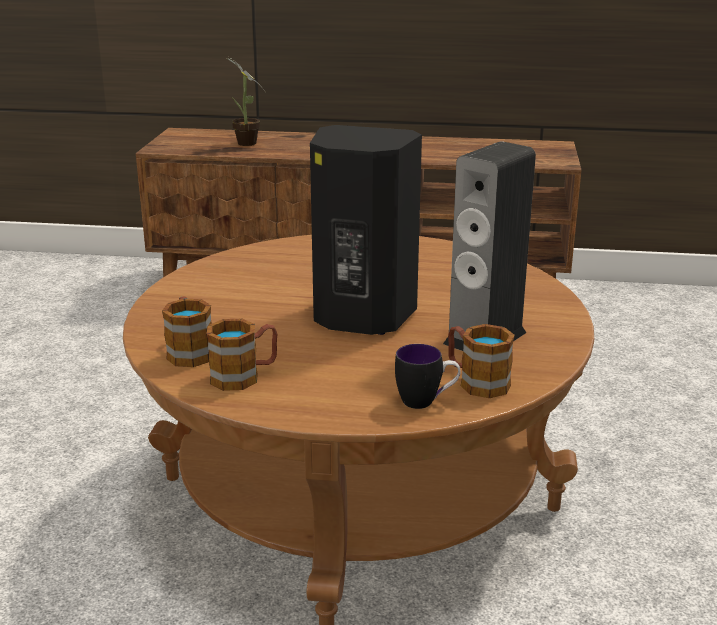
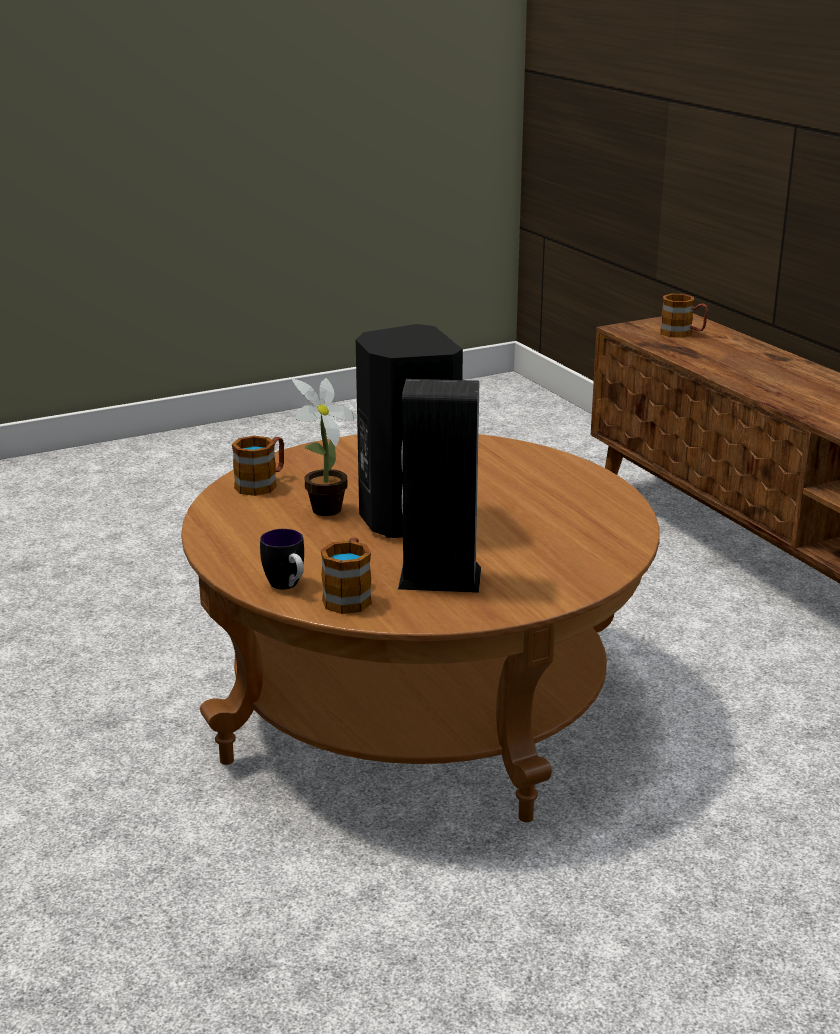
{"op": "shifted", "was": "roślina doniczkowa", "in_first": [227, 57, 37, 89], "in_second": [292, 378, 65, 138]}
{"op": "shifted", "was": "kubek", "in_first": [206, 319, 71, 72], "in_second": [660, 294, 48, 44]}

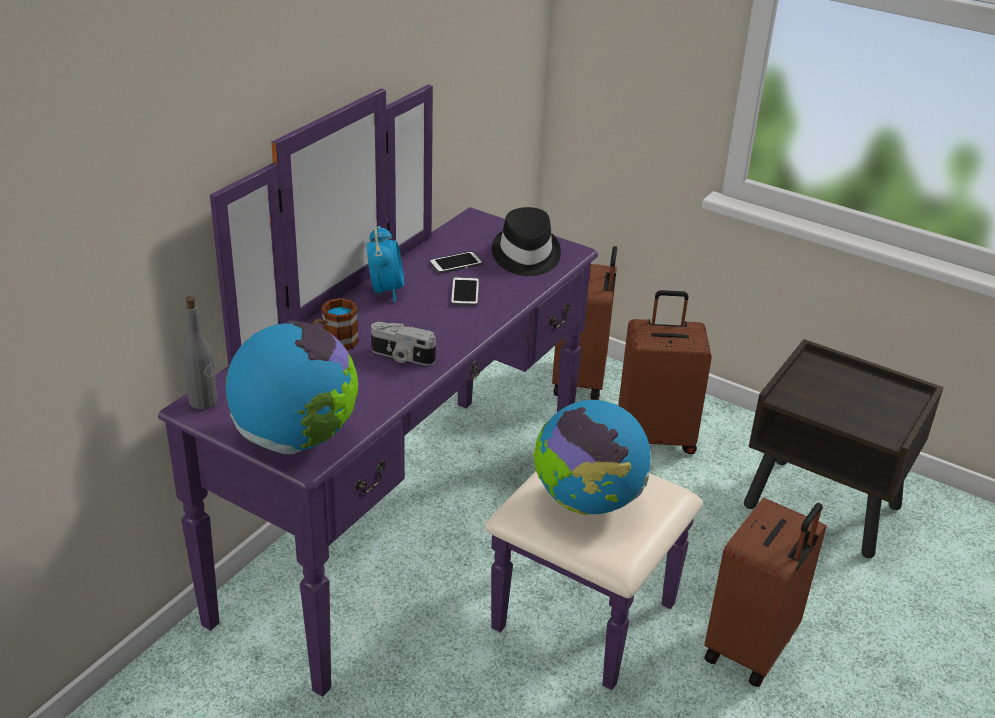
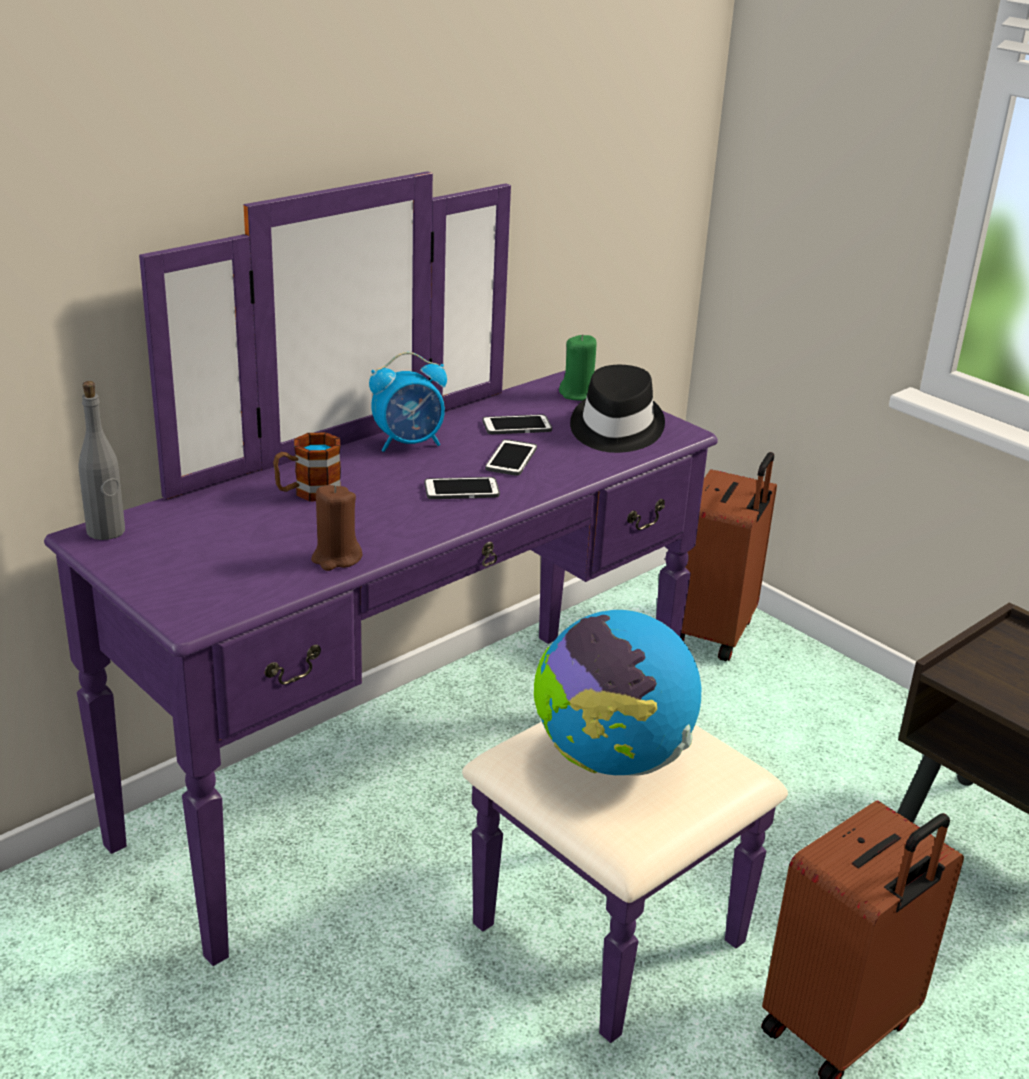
{"op": "rotated", "was": "budzik", "in_first": [367, 225, 37, 77], "in_second": [369, 352, 78, 100], "clockwise": 60}
{"op": "gone", "was": "walizka (brązowy)", "in_first": [618, 290, 94, 164]}
{"op": "gone", "was": "globus", "in_first": [226, 321, 132, 133]}
{"op": "gone", "was": "aparat fotograficzny", "in_first": [371, 322, 65, 44]}
{"op": "new", "now": "świeca (zielony)", "in_second": [559, 334, 38, 67]}
{"op": "new", "now": "telefon", "in_second": [424, 477, 76, 22]}
{"op": "new", "now": "świeca (brązowy)", "in_second": [311, 485, 51, 86]}

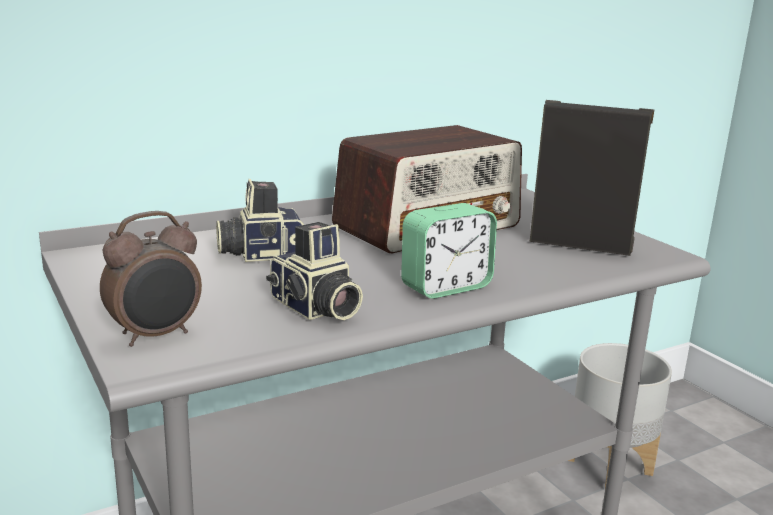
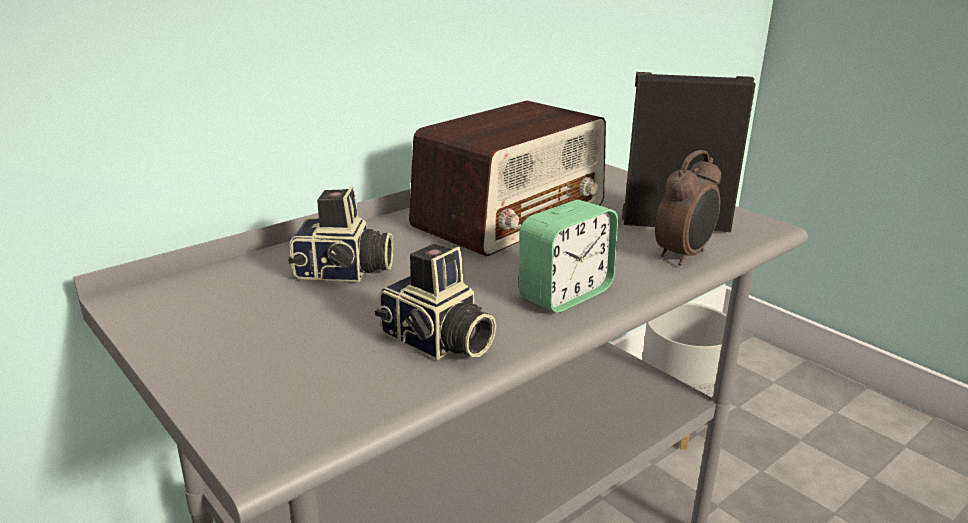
{"op": "rotated", "was": "aparat fotograficzny", "in_first": [216, 179, 88, 83], "in_second": [288, 186, 106, 96], "clockwise": -150}
{"op": "shifted", "was": "budzik", "in_first": [100, 211, 102, 136], "in_second": [655, 150, 66, 116]}

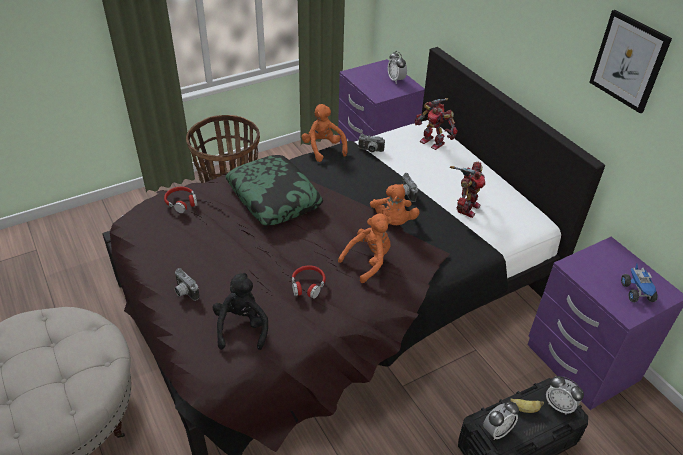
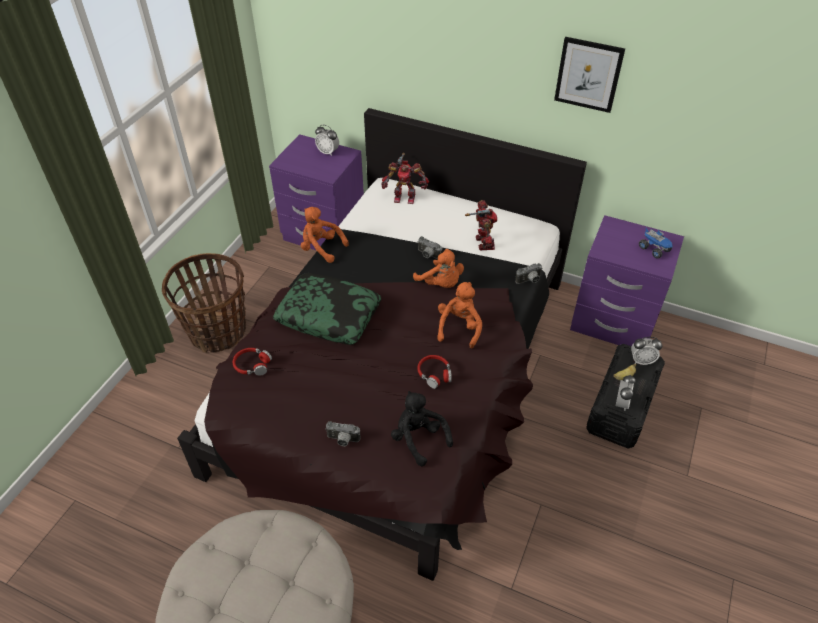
{"op": "shifted", "was": "aparat fotograficzny", "in_first": [358, 134, 27, 18], "in_second": [515, 263, 27, 21]}

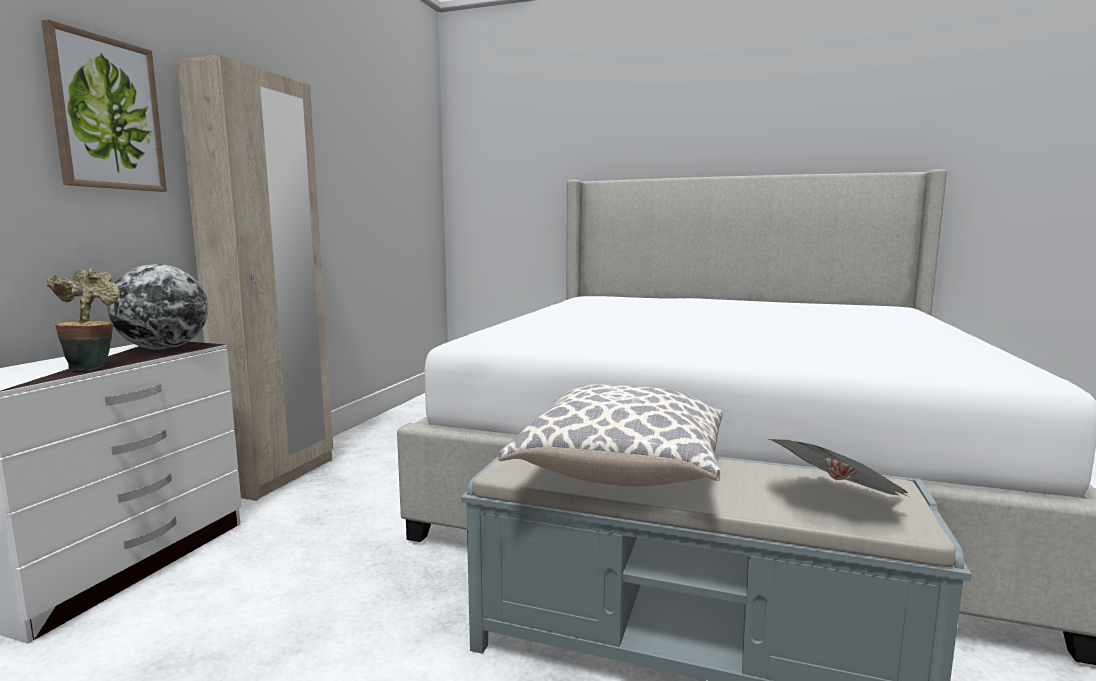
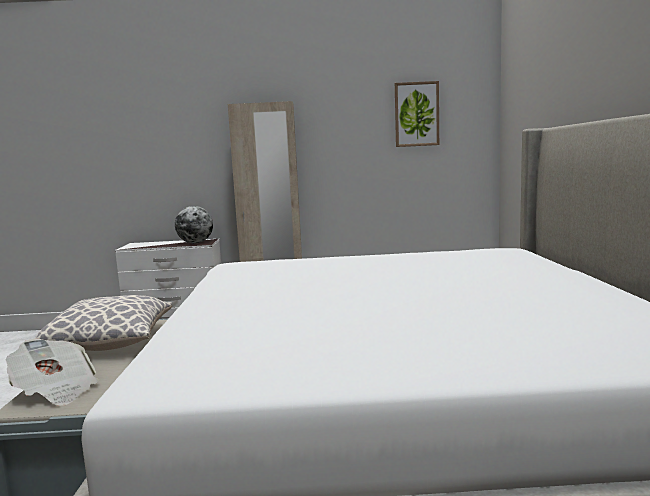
{"op": "shifted", "was": "obraz", "in_first": [41, 19, 126, 173], "in_second": [395, 81, 44, 66]}
{"op": "gone", "was": "roślina doniczkowa", "in_first": [47, 268, 73, 103]}

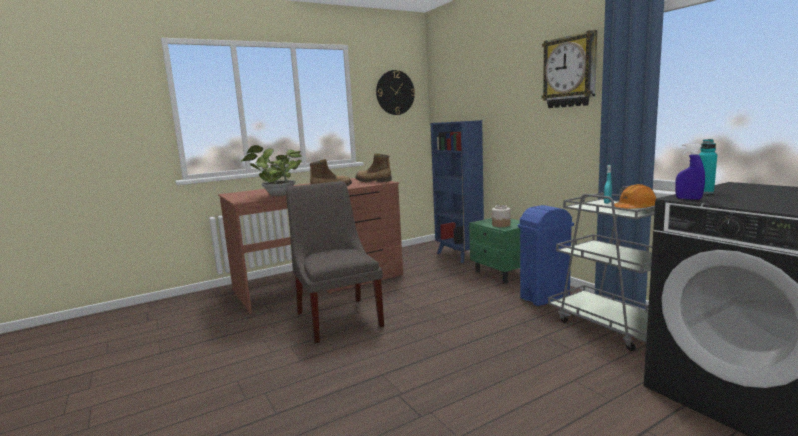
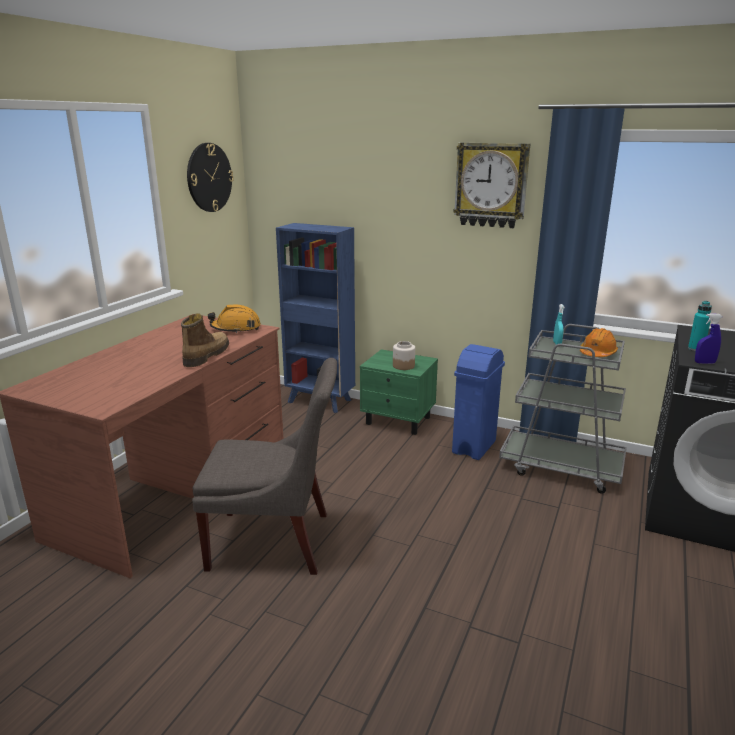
{"op": "gone", "was": "roślina doniczkowa", "in_first": [241, 145, 61, 51]}
{"op": "swapped", "was": "but z cholewką", "now": "kask (pomarańczowy)", "in_first": [355, 154, 37, 28], "in_second": [208, 305, 53, 28]}
{"op": "rotated", "was": "krzesło (szary)", "in_first": [286, 181, 98, 162], "in_second": [192, 358, 145, 217], "clockwise": 150}

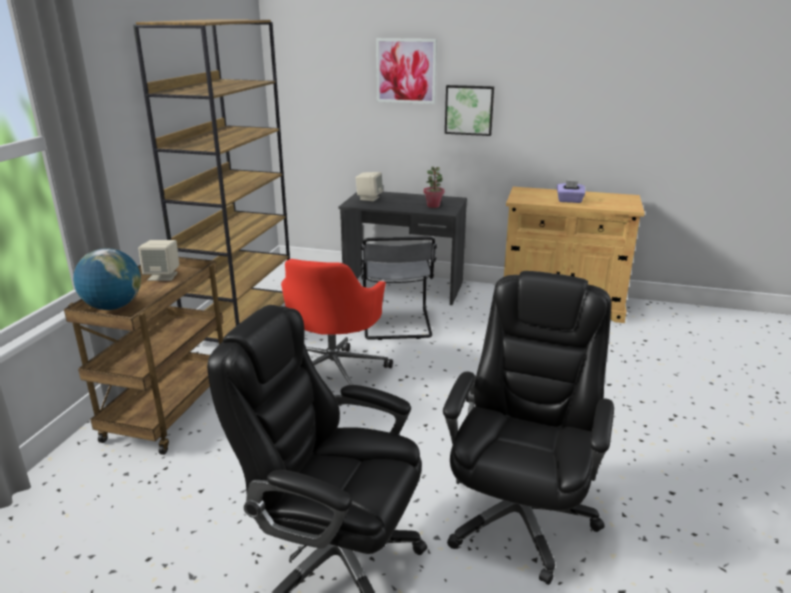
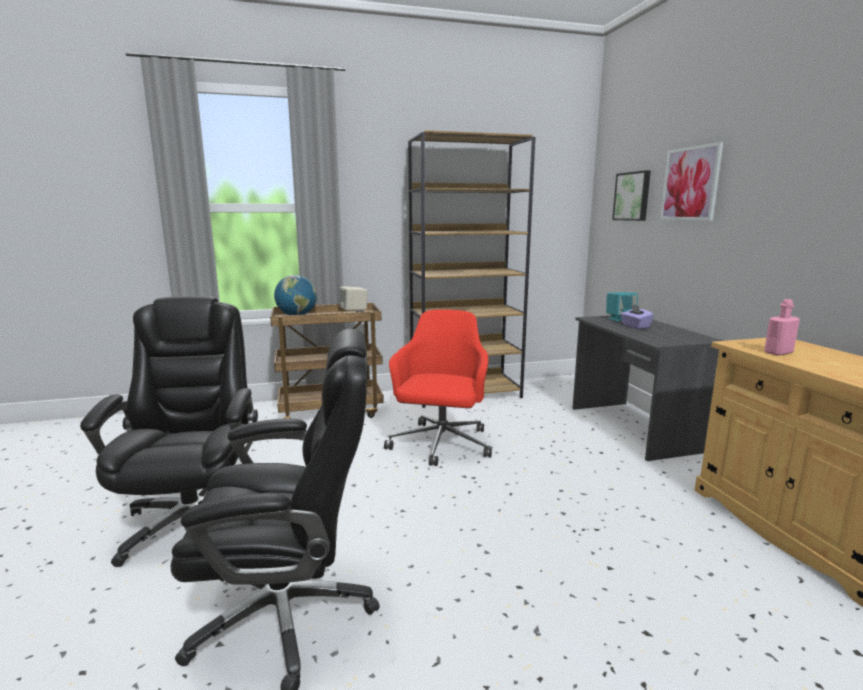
{"op": "shifted", "was": "obraz", "in_first": [445, 85, 49, 51], "in_second": [612, 170, 39, 51]}
{"op": "gone", "was": "roślina doniczkowa", "in_first": [423, 167, 22, 41]}
{"op": "repainted", "was": "głośnik (beżowy)", "now": "głośnik (turkusowy)", "in_first": [356, 172, 27, 29], "in_second": [606, 292, 32, 29]}
{"op": "shifted", "was": "pudełko chusteczek (fioletowy)", "in_first": [557, 181, 28, 22], "in_second": [620, 304, 34, 25]}
{"op": "gone", "was": "krzesło (szary)", "in_first": [361, 236, 76, 104]}
{"op": "rotated", "was": "krzesło biurowe (czerwony)", "in_first": [281, 259, 112, 126], "in_second": [384, 310, 108, 156], "clockwise": 120}
{"op": "new", "now": "butelka (różowy)", "in_second": [764, 299, 36, 57]}

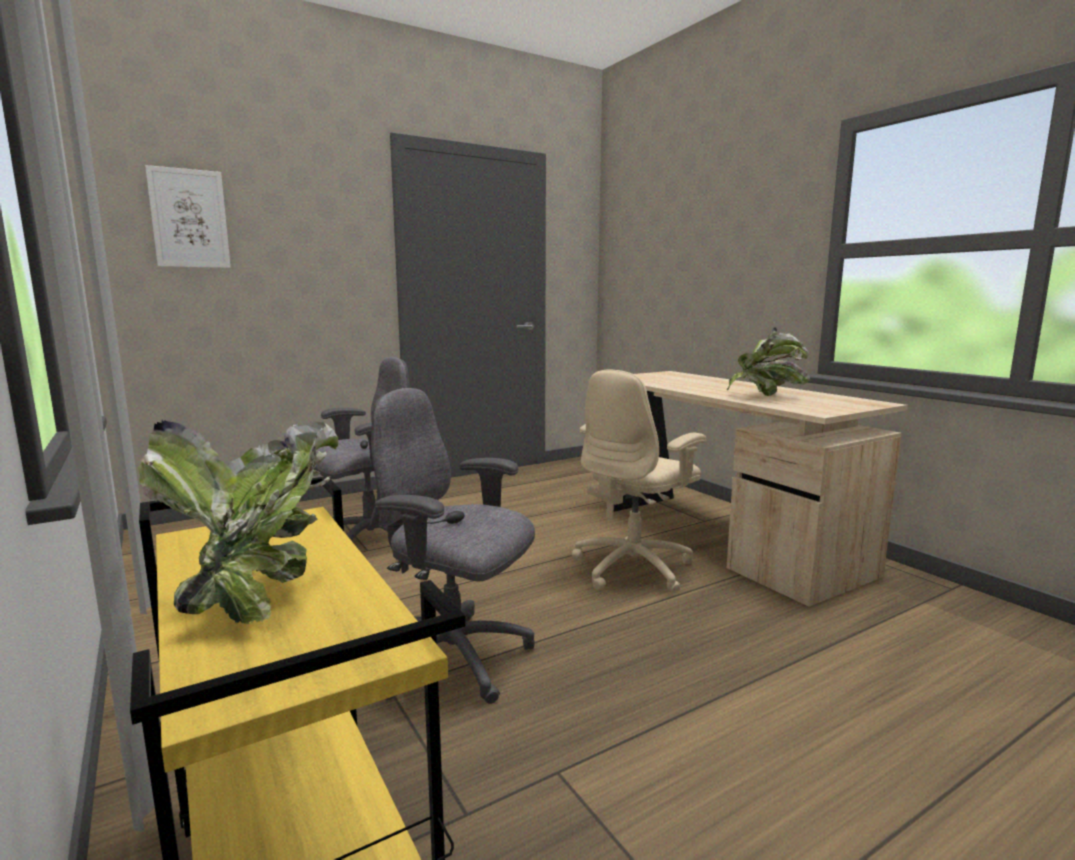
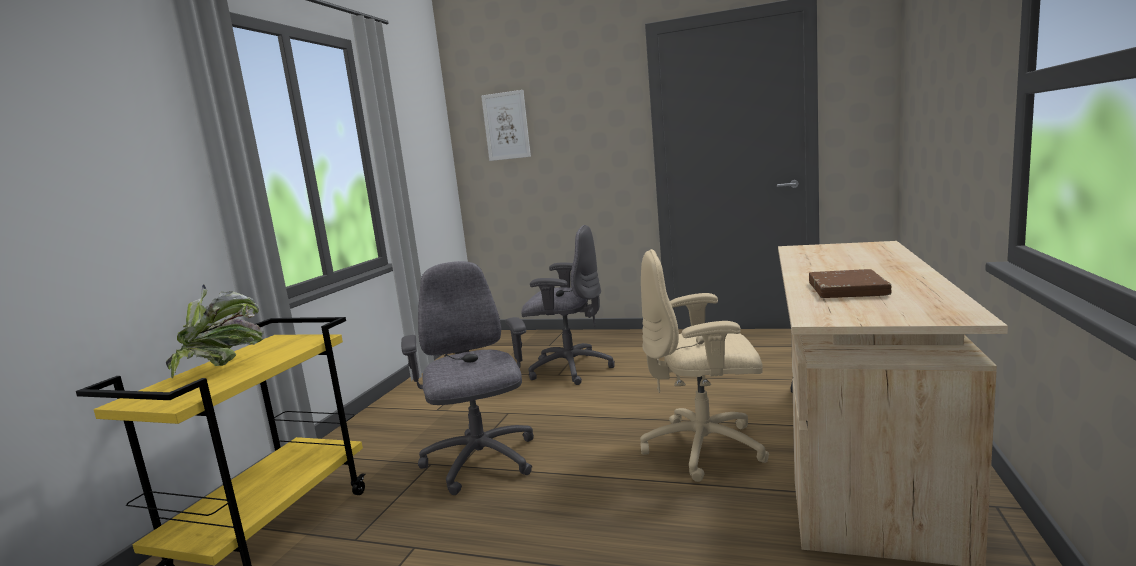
{"op": "swapped", "was": "roślina doniczkowa", "now": "książka (brązowy)", "in_first": [726, 328, 84, 68], "in_second": [809, 269, 82, 29]}

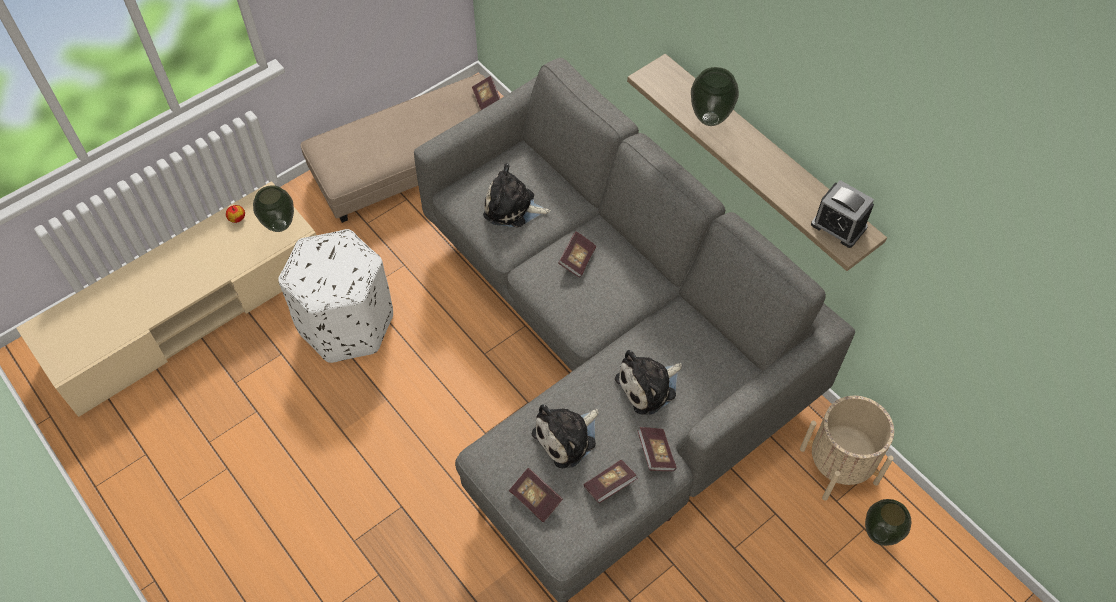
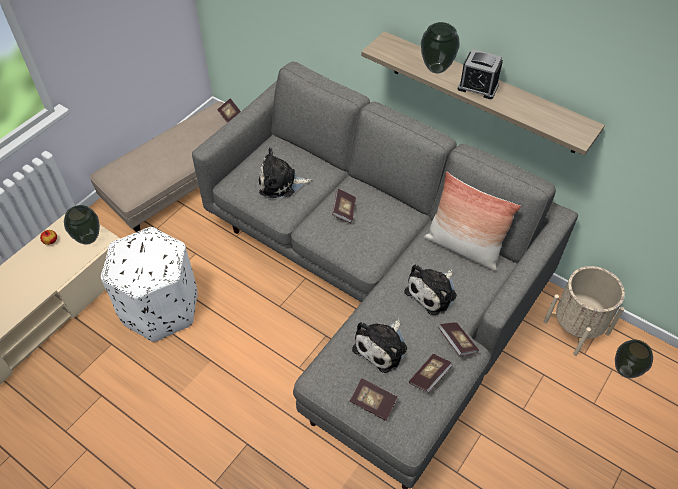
{"op": "shifted", "was": "budzik", "in_first": [811, 180, 63, 68], "in_second": [458, 49, 45, 50]}
{"op": "new", "now": "poduszka", "in_second": [424, 172, 97, 99]}

